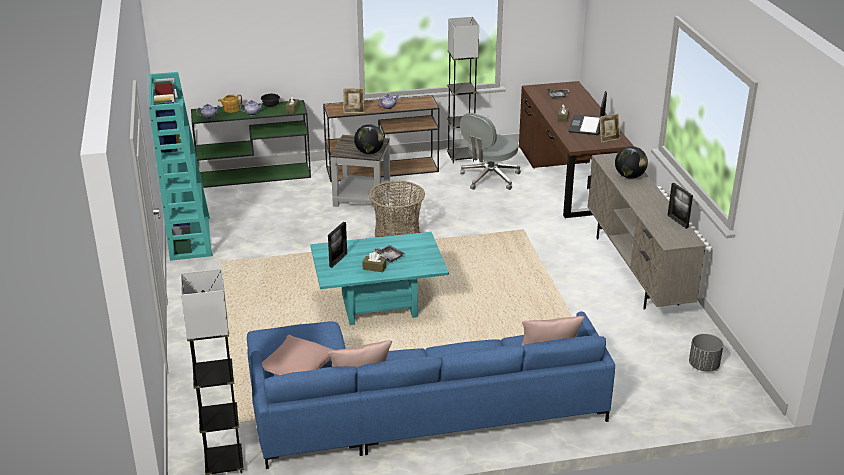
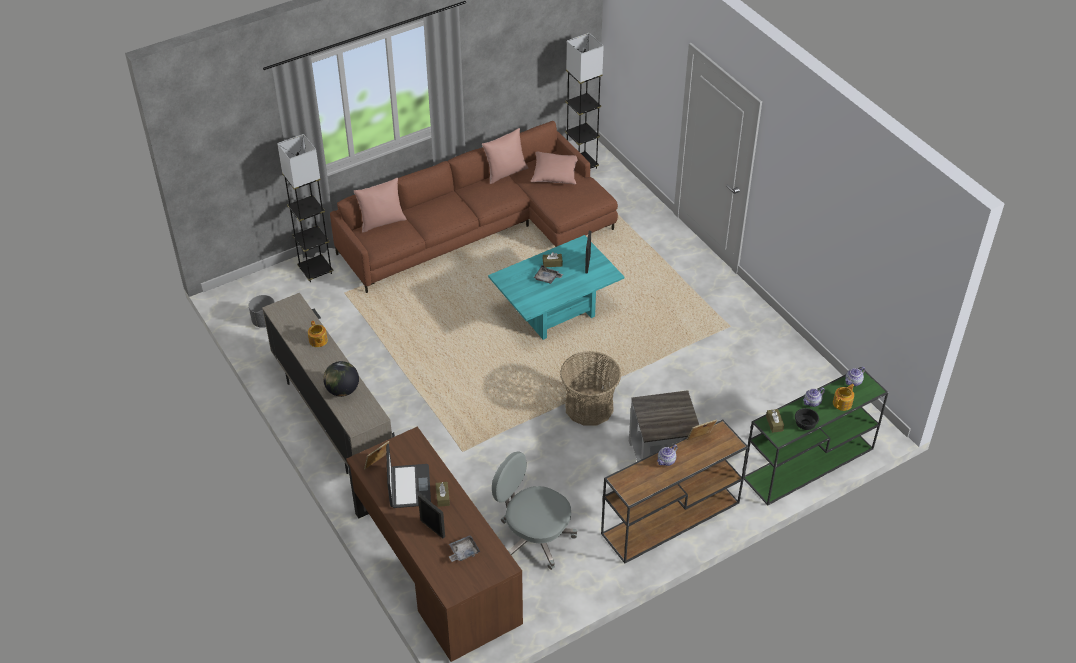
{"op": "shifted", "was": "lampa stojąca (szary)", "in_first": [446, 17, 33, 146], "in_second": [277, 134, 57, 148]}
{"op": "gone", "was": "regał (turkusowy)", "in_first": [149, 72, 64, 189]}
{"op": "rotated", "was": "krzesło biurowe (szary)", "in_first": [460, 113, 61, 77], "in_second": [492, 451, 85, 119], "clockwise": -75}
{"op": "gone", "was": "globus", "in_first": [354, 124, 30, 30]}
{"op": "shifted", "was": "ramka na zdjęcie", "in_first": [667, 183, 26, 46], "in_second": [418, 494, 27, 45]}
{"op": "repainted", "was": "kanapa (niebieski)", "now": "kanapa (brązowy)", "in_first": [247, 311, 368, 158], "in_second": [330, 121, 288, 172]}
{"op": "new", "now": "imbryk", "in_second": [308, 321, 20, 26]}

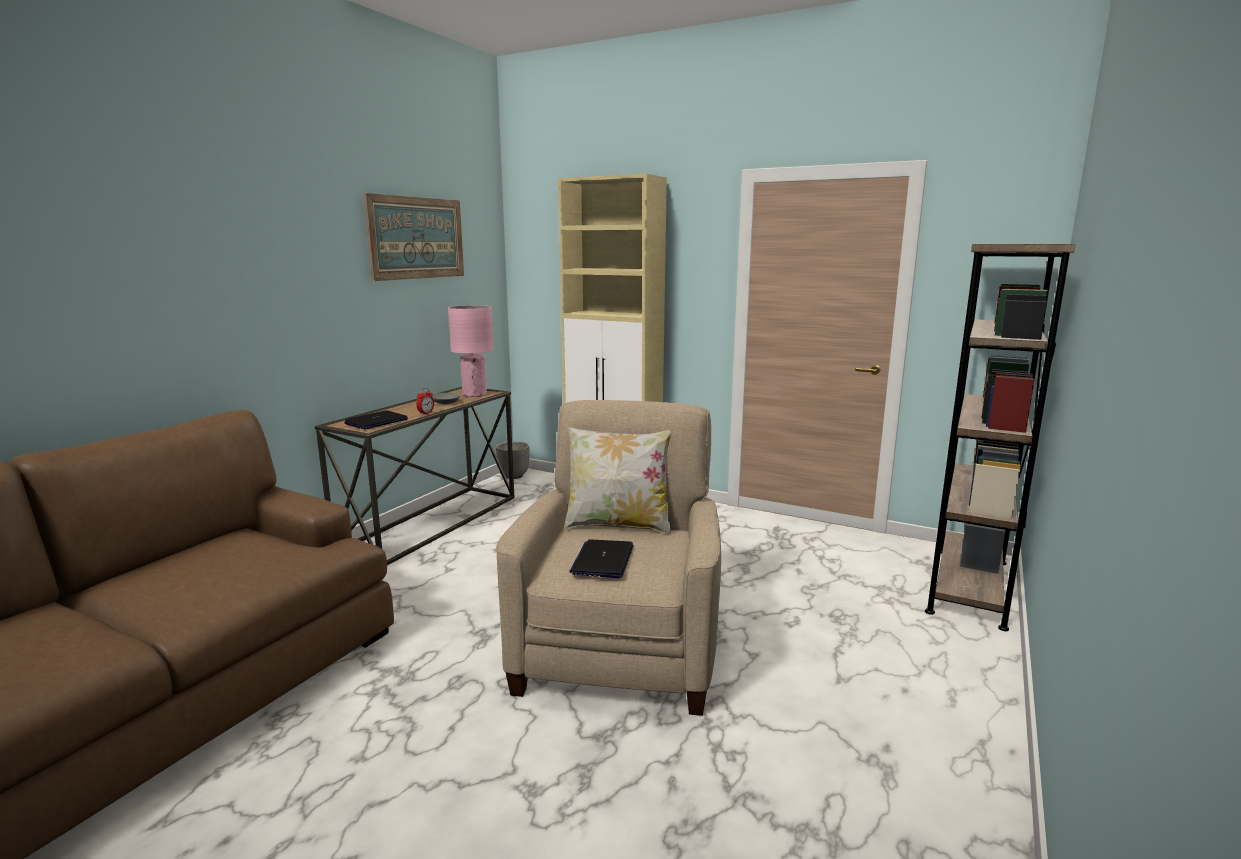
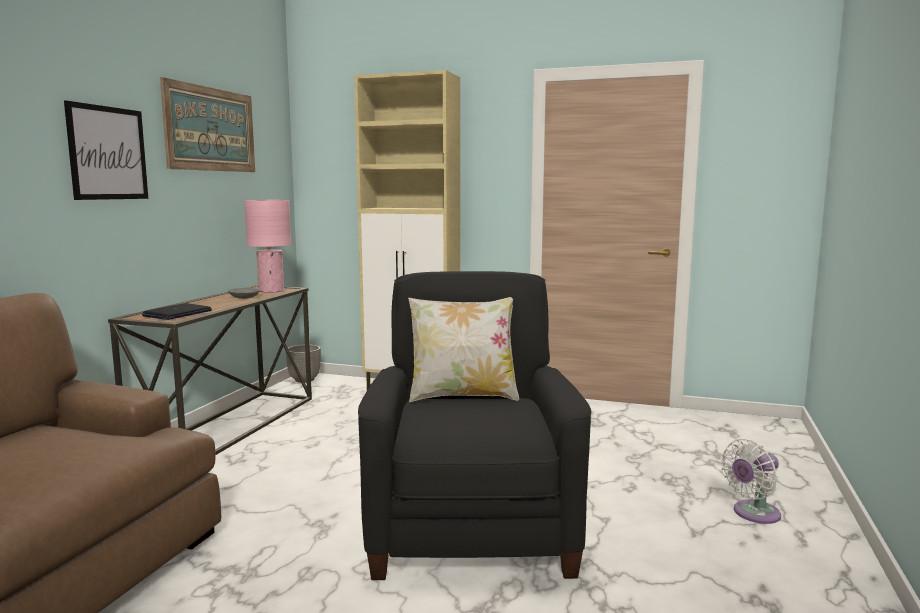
{"op": "gone", "was": "regał (brązowy)", "in_first": [925, 244, 151, 387]}
{"op": "gone", "was": "budzik", "in_first": [416, 388, 18, 27]}
{"op": "repainted", "was": "fotel (beżowy)", "now": "fotel (czarny)", "in_first": [496, 400, 225, 316], "in_second": [358, 271, 233, 309]}
{"op": "gone", "was": "laptop", "in_first": [570, 539, 64, 39]}
{"op": "new", "now": "obraz", "in_second": [64, 101, 84, 99]}
{"op": "new", "now": "wentylator (biały)", "in_second": [721, 439, 60, 85]}

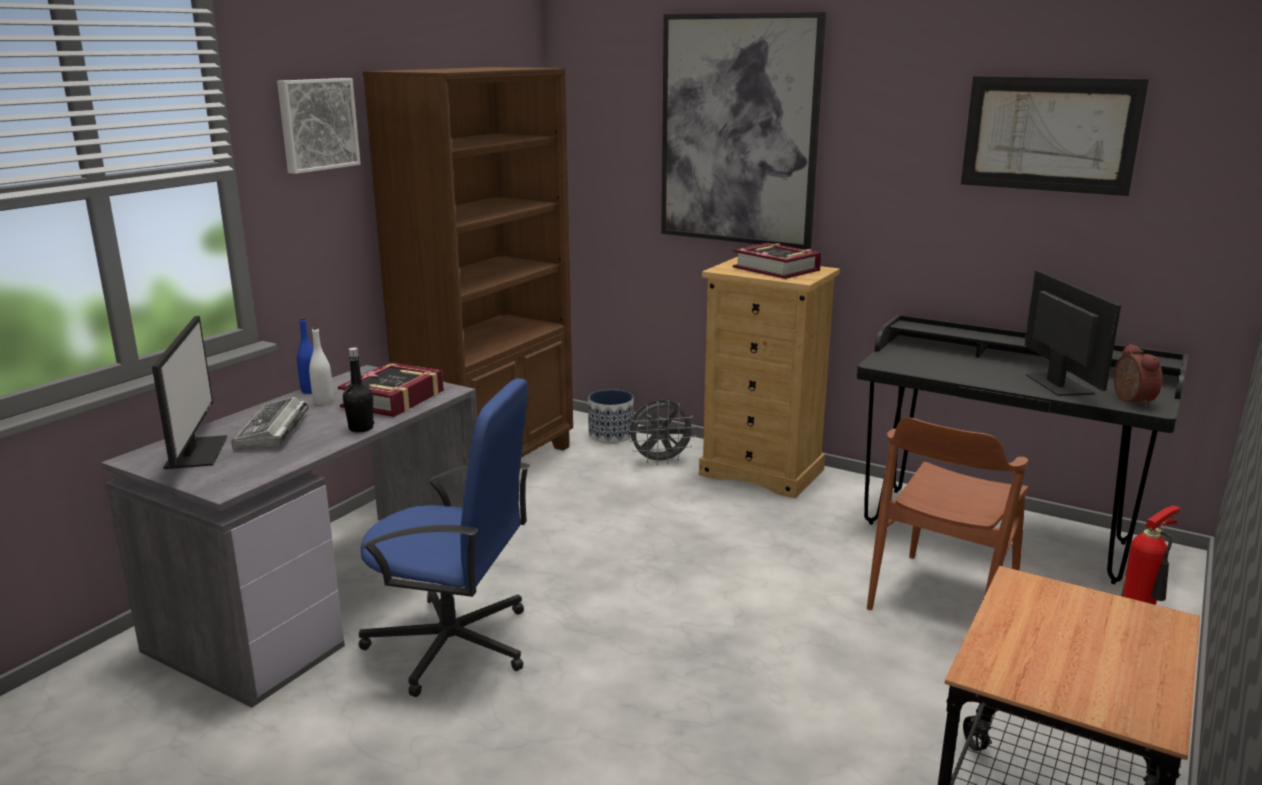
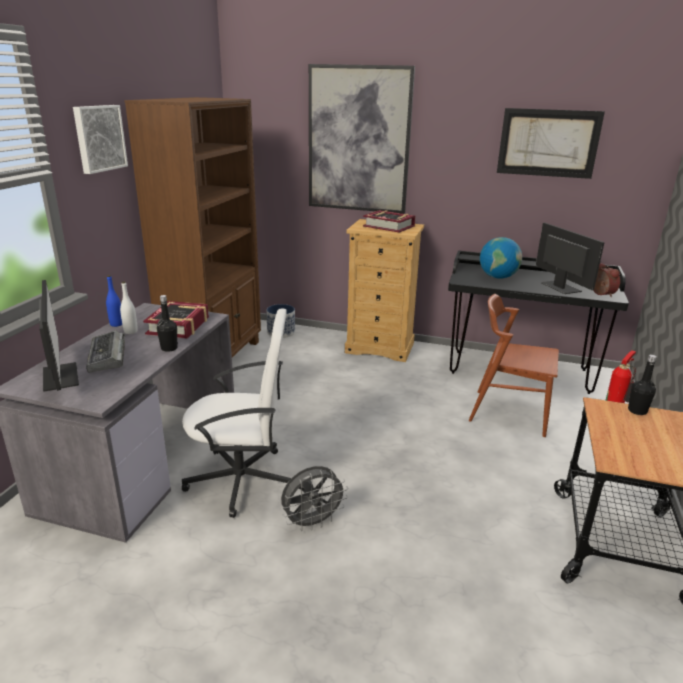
{"op": "repainted", "was": "krzesło biurowe (niebieski)", "now": "krzesło biurowe (biały)", "in_first": [358, 378, 172, 319], "in_second": [181, 308, 110, 210]}
{"op": "shifted", "was": "wentylator (szary)", "in_first": [629, 400, 67, 66], "in_second": [281, 466, 67, 65]}
{"op": "rotated", "was": "krzesło (brązowy)", "in_first": [867, 418, 161, 192], "in_second": [469, 294, 90, 143], "clockwise": 90}
{"op": "new", "now": "globus", "in_second": [480, 237, 42, 42]}
{"op": "new", "now": "butelka (czarny)", "in_second": [628, 355, 29, 60]}

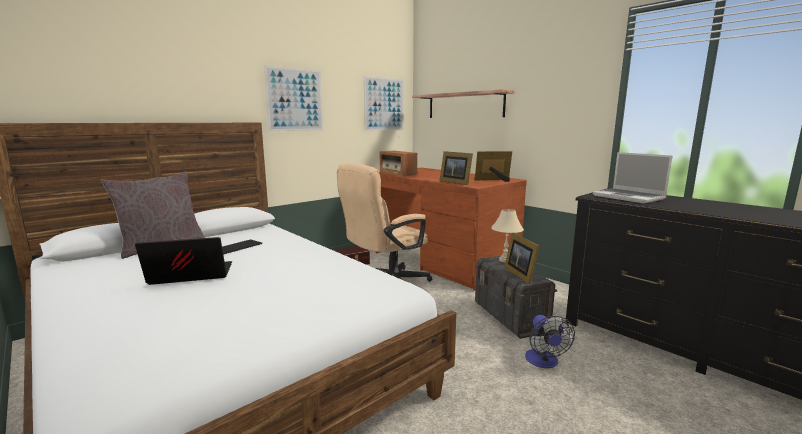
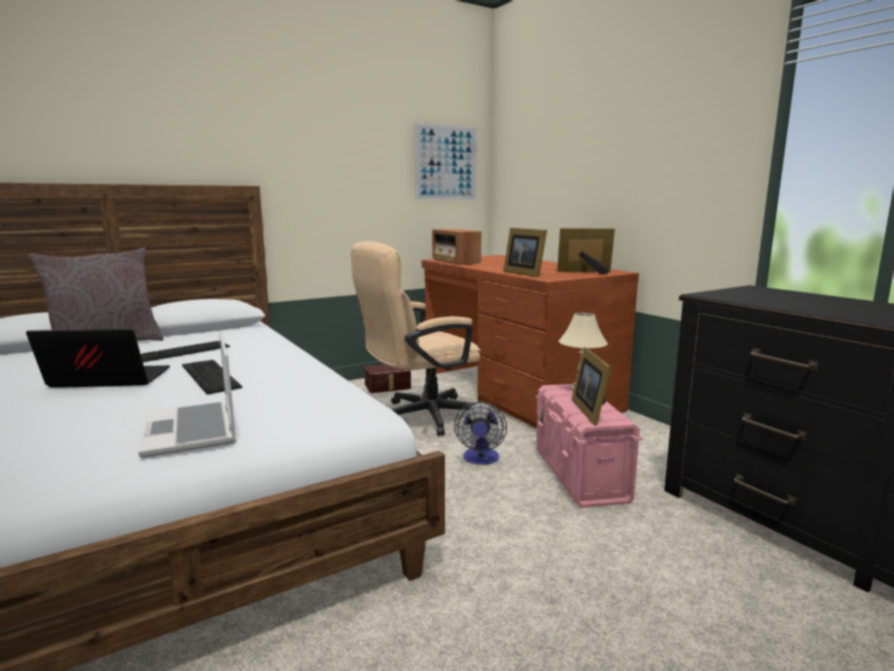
{"op": "gone", "was": "obraz", "in_first": [264, 65, 59, 66]}
{"op": "gone", "was": "półka", "in_first": [412, 89, 103, 29]}
{"op": "shifted", "was": "laptop", "in_first": [593, 152, 79, 52], "in_second": [138, 331, 98, 127]}
{"op": "repainted", "was": "pojemnik do przechowywania (szary)", "now": "pojemnik do przechowywania (różowy)", "in_first": [475, 256, 82, 83], "in_second": [536, 384, 107, 124]}
{"op": "shifted", "was": "wentylator", "in_first": [525, 315, 50, 53], "in_second": [454, 402, 53, 63]}
{"op": "new", "now": "klawiatura", "in_second": [182, 360, 61, 34]}

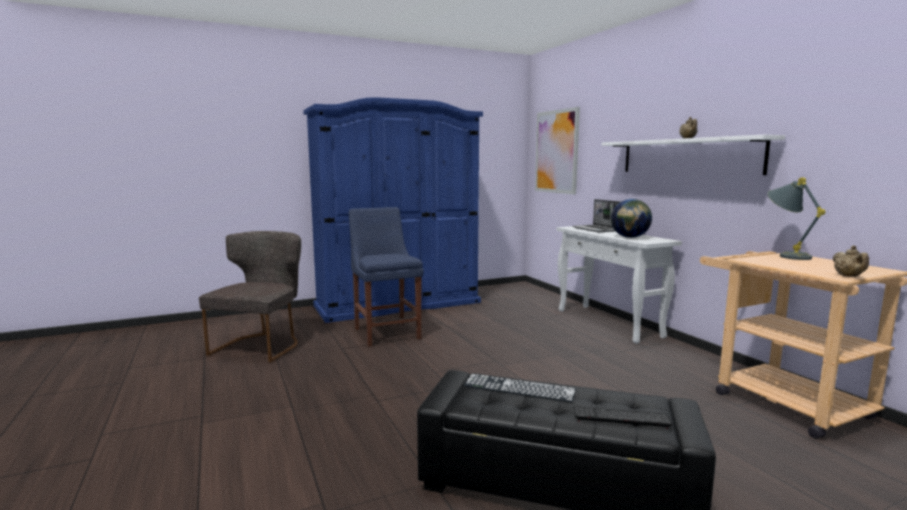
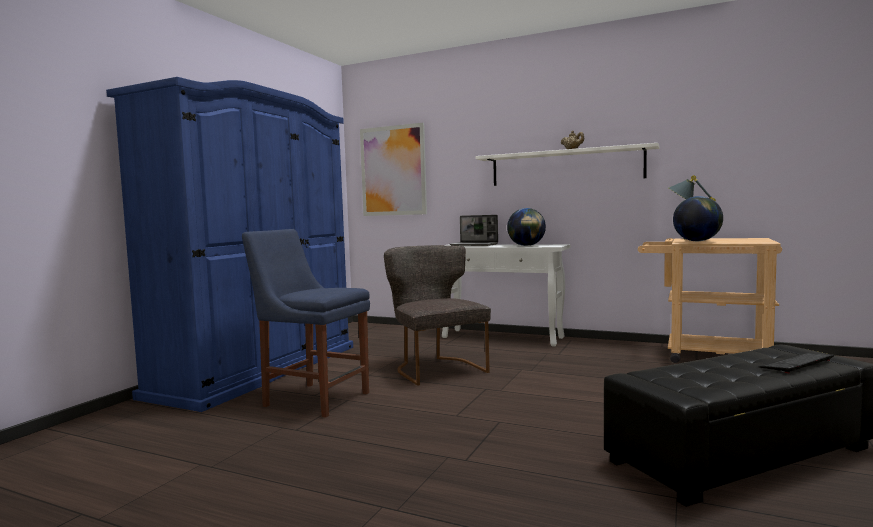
{"op": "shifted", "was": "krzesło (szary)", "in_first": [199, 231, 102, 131], "in_second": [384, 245, 107, 141]}
{"op": "gone", "was": "imbryk (beżowy)", "in_first": [833, 245, 36, 32]}
{"op": "gone", "was": "klawiatura", "in_first": [464, 374, 112, 29]}
{"op": "new", "now": "globus", "in_second": [673, 196, 50, 45]}

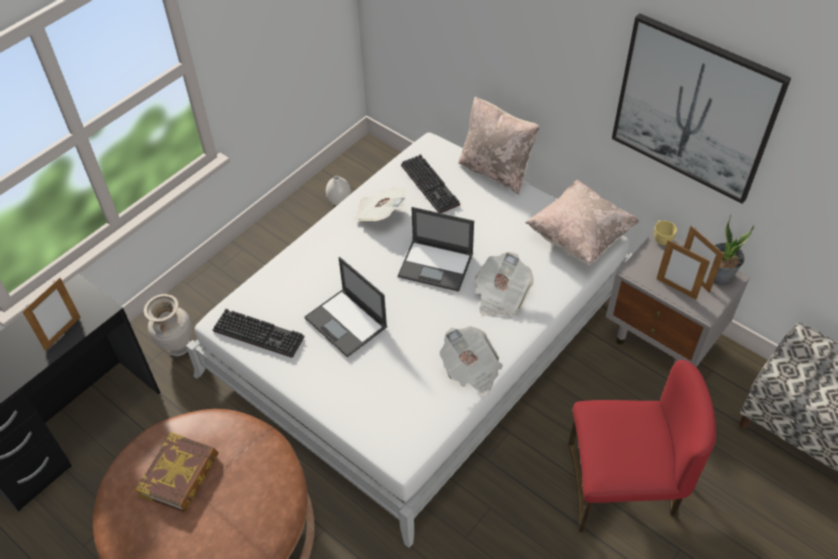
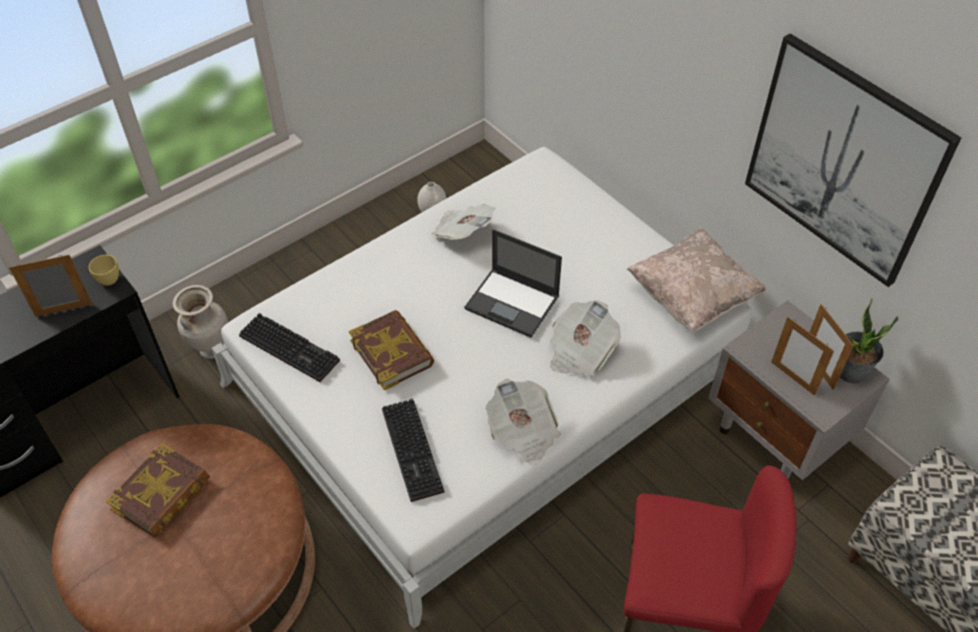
{"op": "gone", "was": "poduszka (beżowy)", "in_first": [458, 96, 82, 98]}
{"op": "shifted", "was": "klawiatura", "in_first": [401, 154, 59, 59], "in_second": [382, 399, 63, 103]}
{"op": "shifted", "was": "filiżanka (żółty)", "in_first": [654, 220, 23, 25], "in_second": [89, 254, 30, 32]}
{"op": "swapped", "was": "laptop", "now": "książka", "in_first": [304, 257, 83, 100], "in_second": [349, 310, 85, 81]}
{"op": "rotated", "was": "ramka na zdjęcie", "in_first": [22, 278, 59, 73], "in_second": [9, 255, 83, 62], "clockwise": -150}

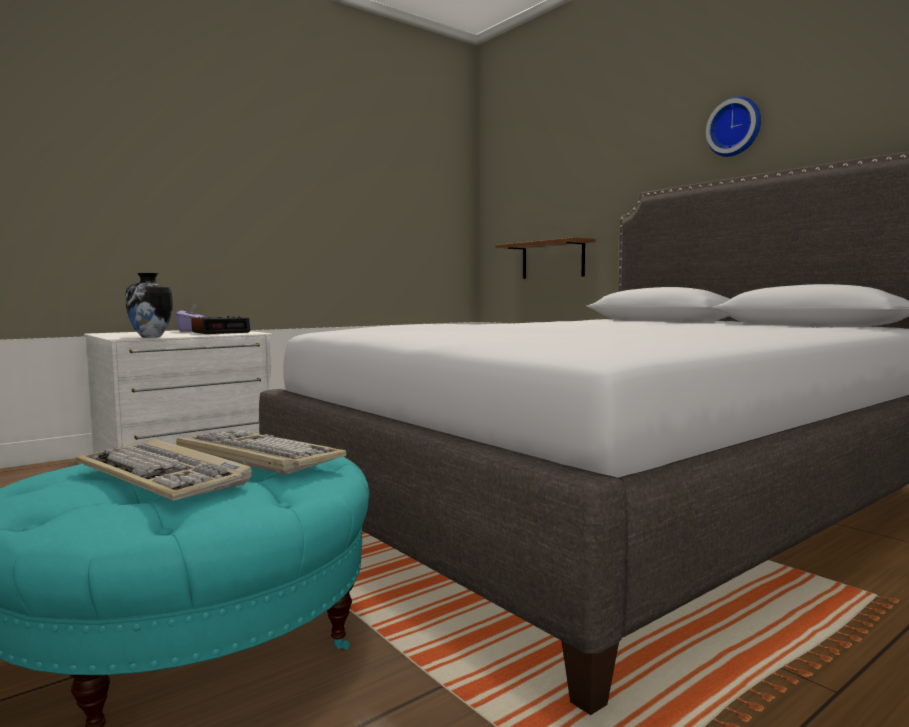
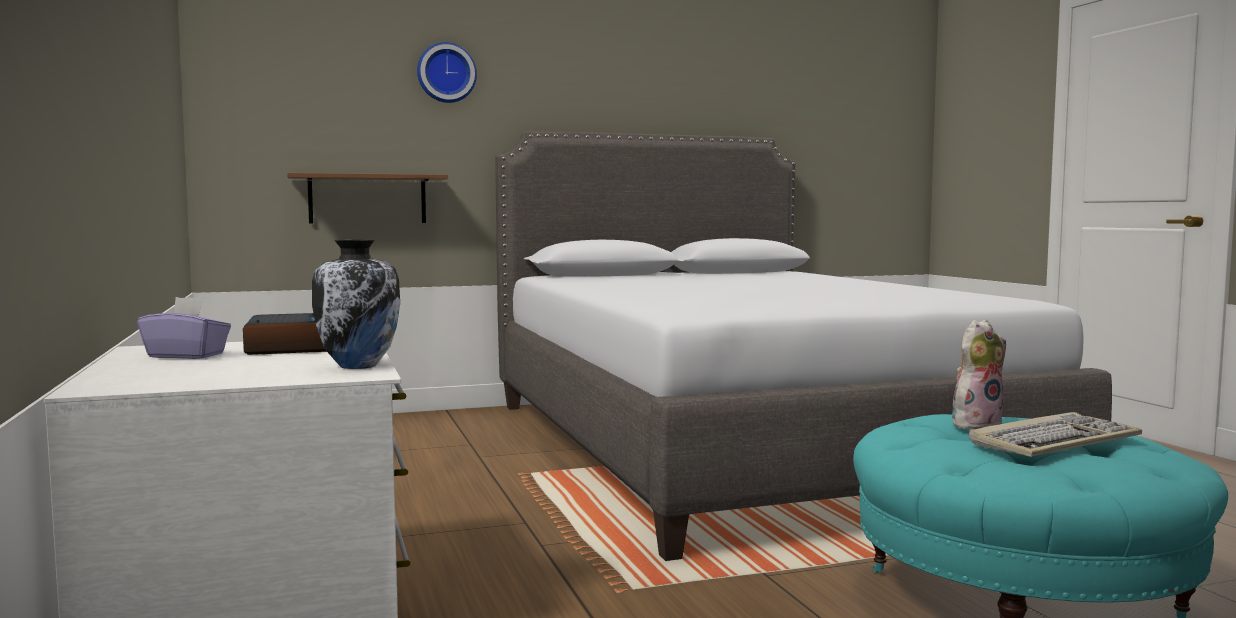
{"op": "shifted", "was": "zegar ścienny", "in_first": [706, 96, 55, 61], "in_second": [417, 42, 60, 61]}
{"op": "swapped", "was": "klawiatura", "now": "pluszak", "in_first": [176, 429, 171, 46], "in_second": [952, 320, 54, 109]}

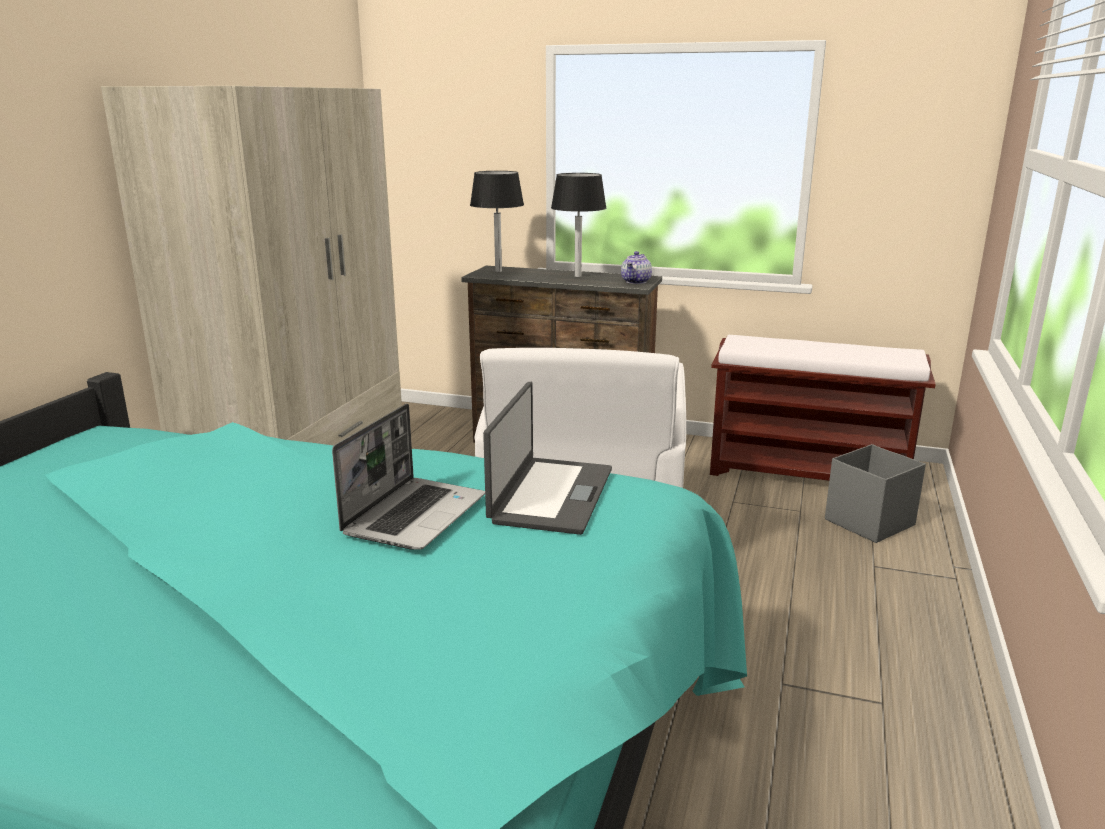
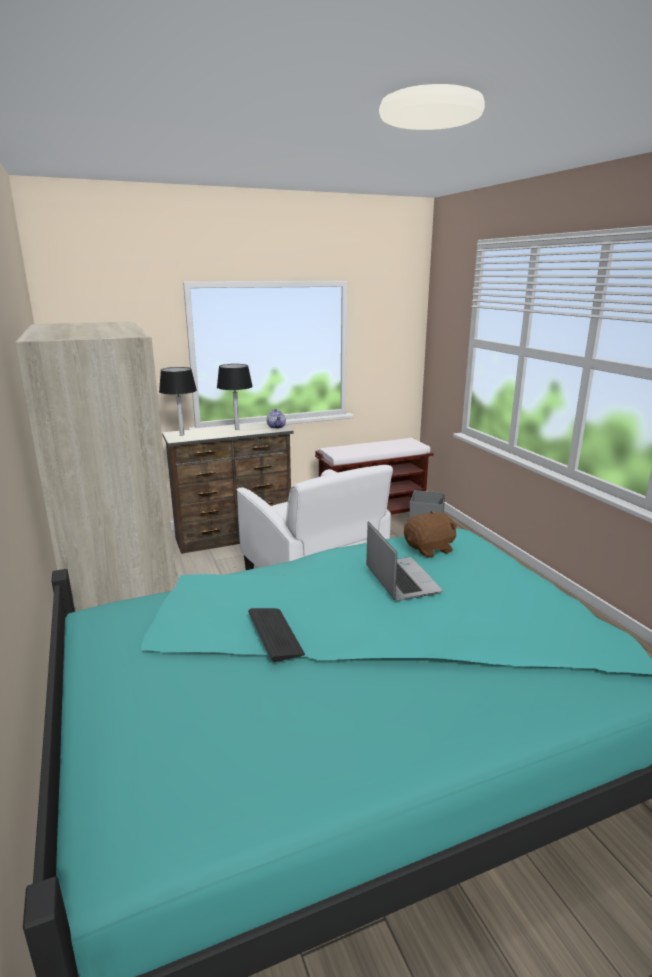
{"op": "swapped", "was": "laptop", "now": "pluszak (brązowy)", "in_first": [483, 382, 129, 153], "in_second": [404, 511, 53, 47]}
{"op": "new", "now": "klawiatura", "in_second": [248, 608, 57, 54]}

